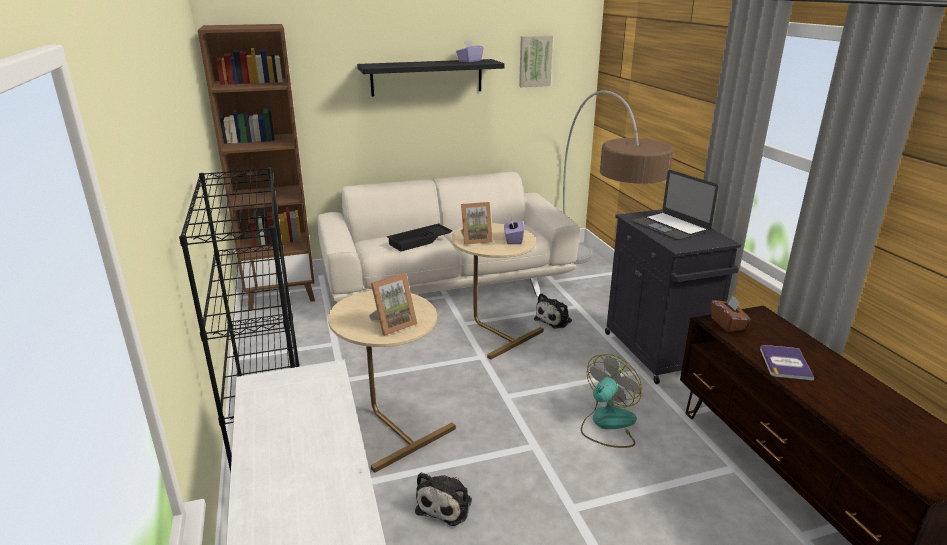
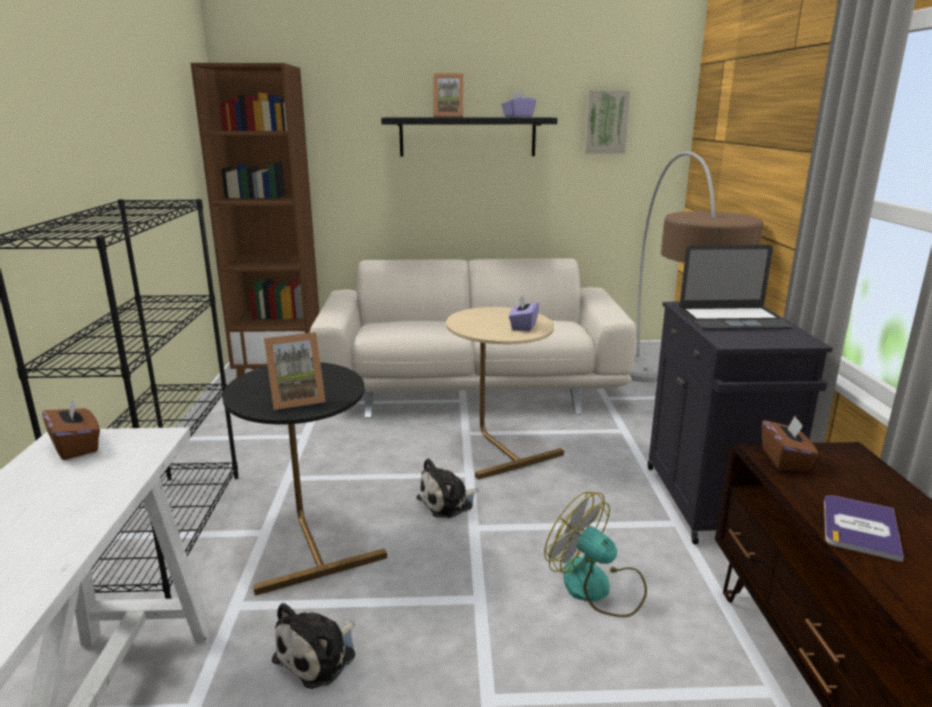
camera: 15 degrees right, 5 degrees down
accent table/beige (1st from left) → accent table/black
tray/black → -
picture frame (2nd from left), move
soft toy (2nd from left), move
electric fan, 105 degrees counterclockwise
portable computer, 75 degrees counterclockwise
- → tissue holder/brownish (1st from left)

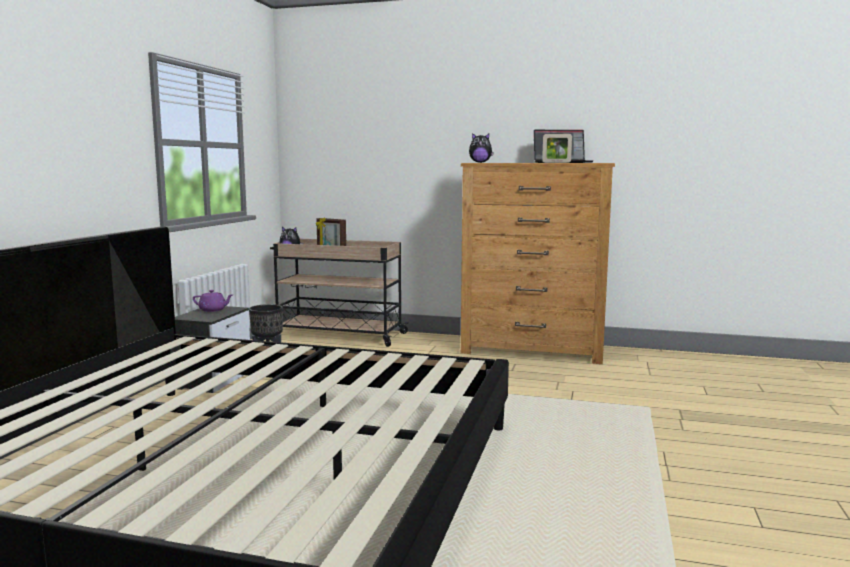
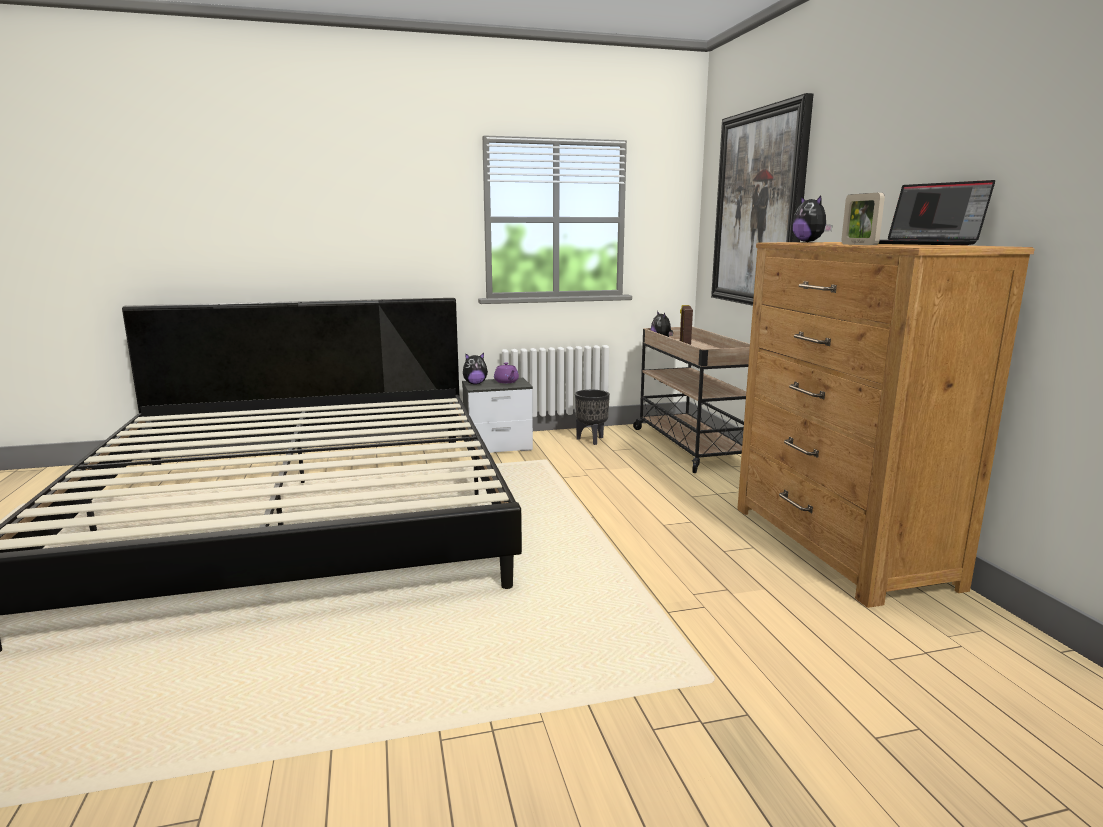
camera: 60 degrees right, 5 degrees up
- → soft toy (1st from left)
- → picture

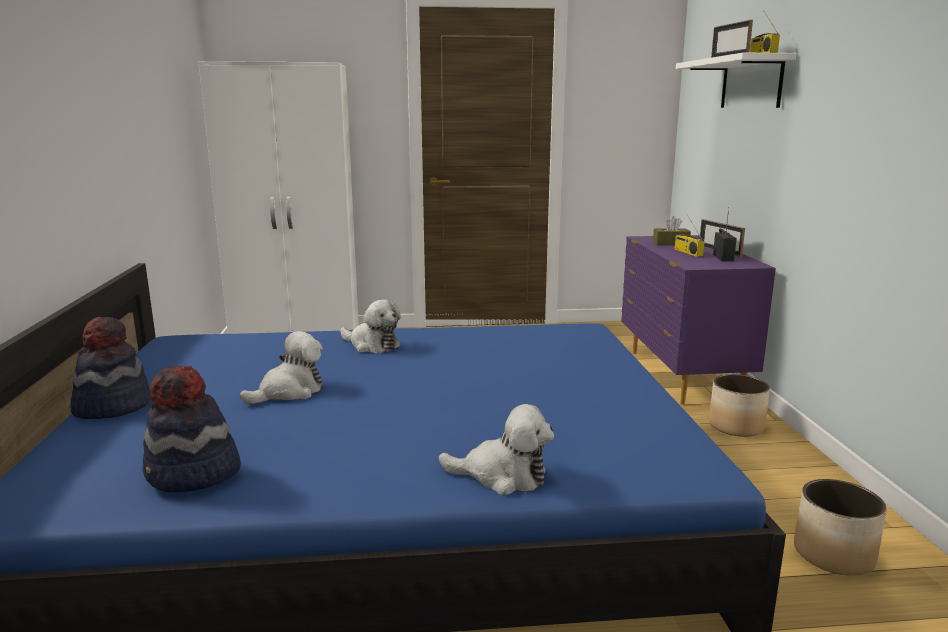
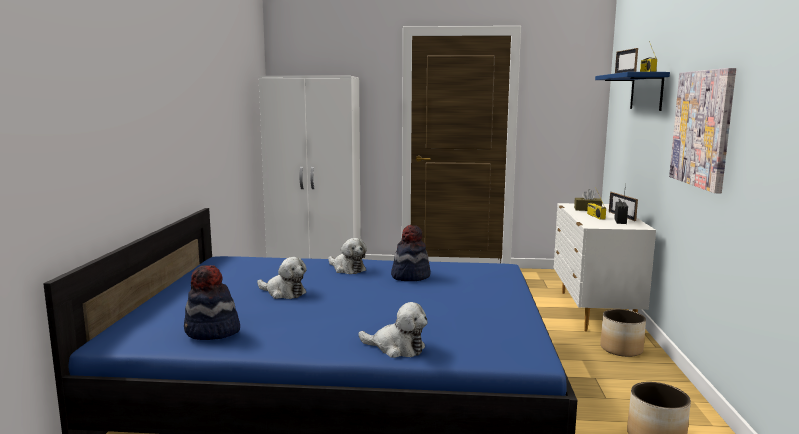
camera: 10 degrees right, 5 degrees down
wearable hat (1st from left in the first image) → wearable hat (2nd from left), move
soft toy (1st from left), 60 degrees clockwise
chest of drawers/purplish → chest of drawers/white
bracket shelf/white → bracket shelf/blue-coloured
- → picture

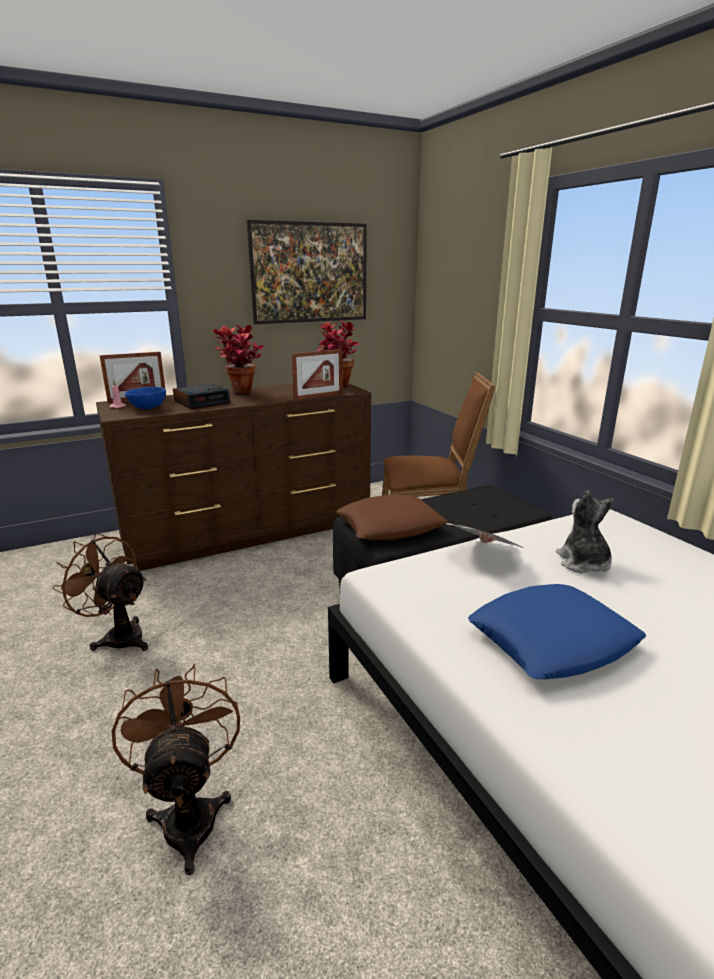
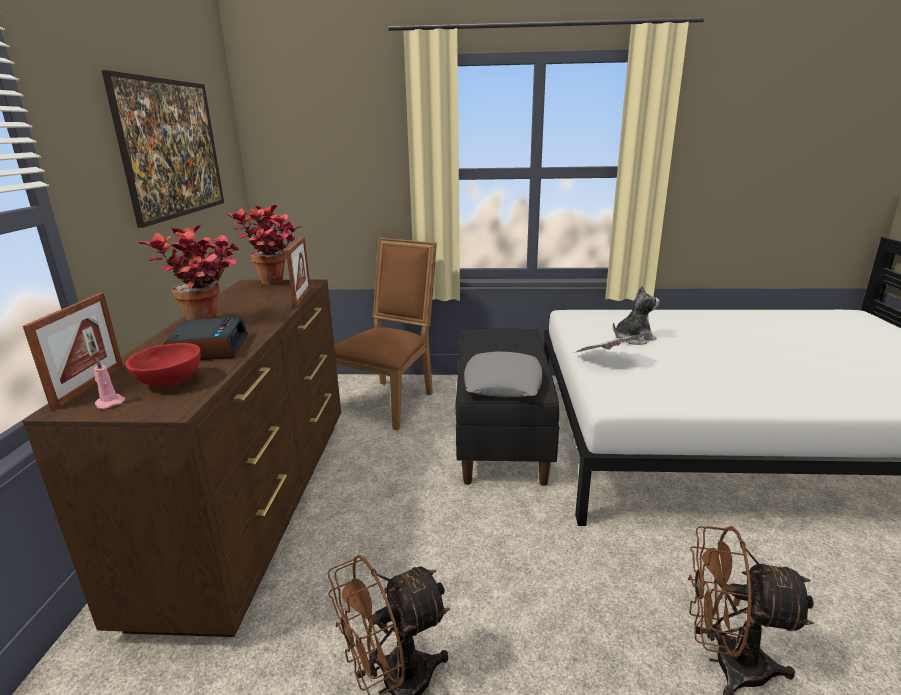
camera: 60 degrees left, 0 degrees up
serving bowl/blue-coloured → serving bowl/red
throw pillow/brownish → throw pillow/gray
throw pillow/blue-coloured → -
soft toy, 135 degrees clockwise

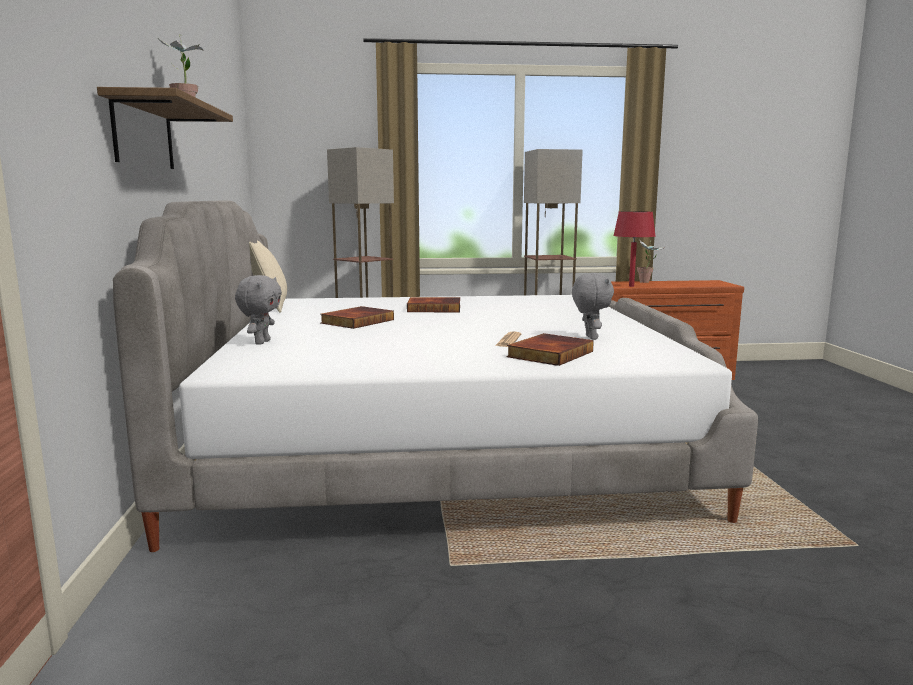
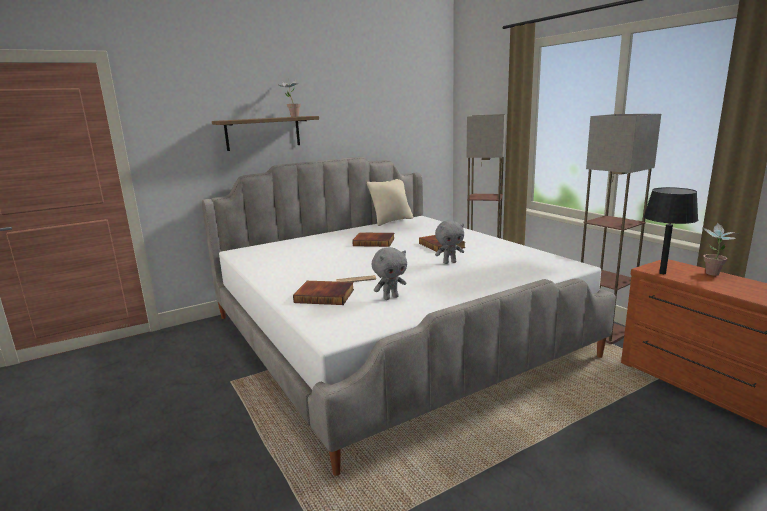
camera: 65 degrees right, 5 degrees up
soft toy/gray (1st from left in the first image) → soft toy/gray (2nd from left), move
tabletop lamp/red → tabletop lamp/black

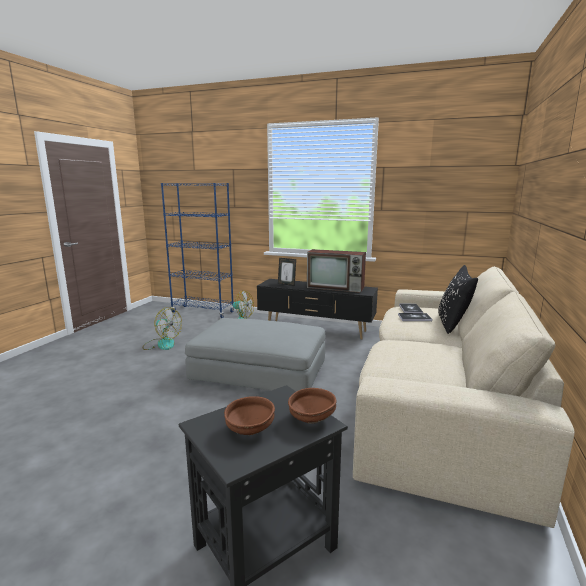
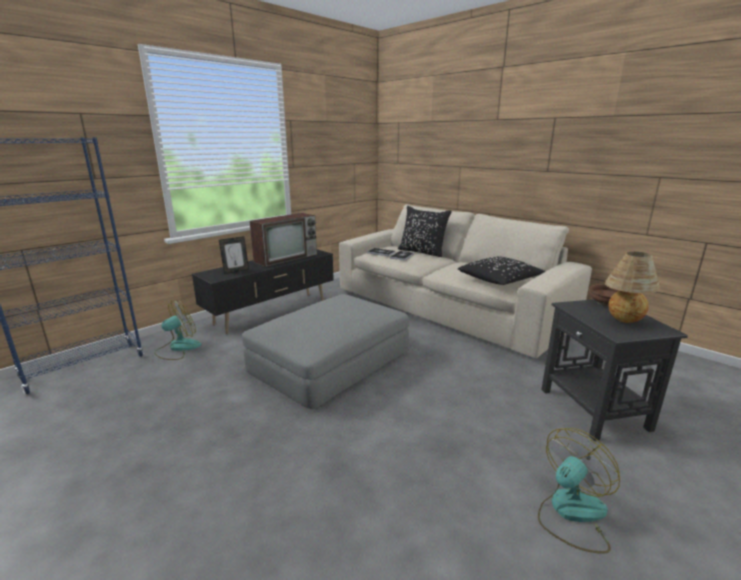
camera: 65 degrees left, 5 degrees up
electric fan (1st from left in the first image) → electric fan (2nd from left), move
serving bowl/brownish (1st from left) → tabletop lamp
- → throw pillow/black (2nd from left)

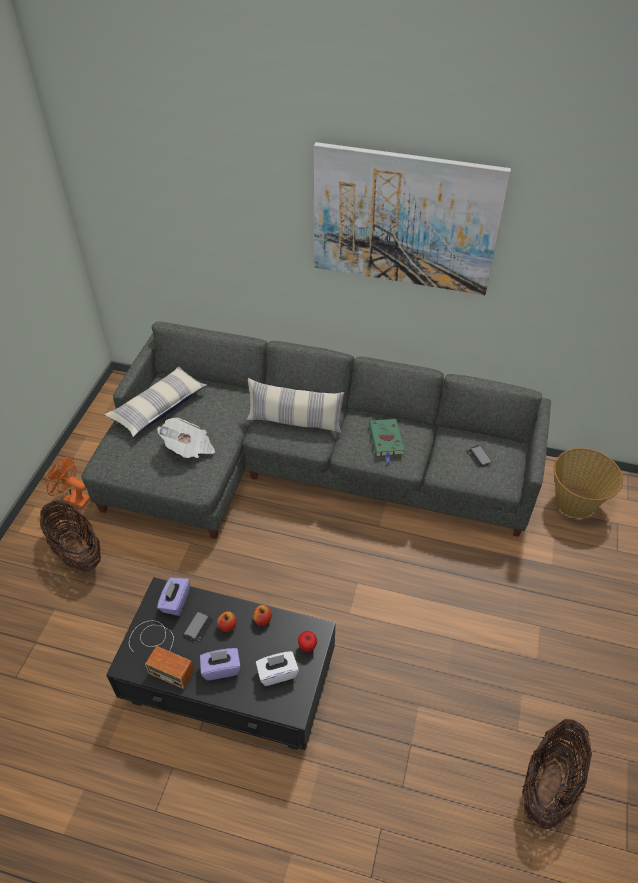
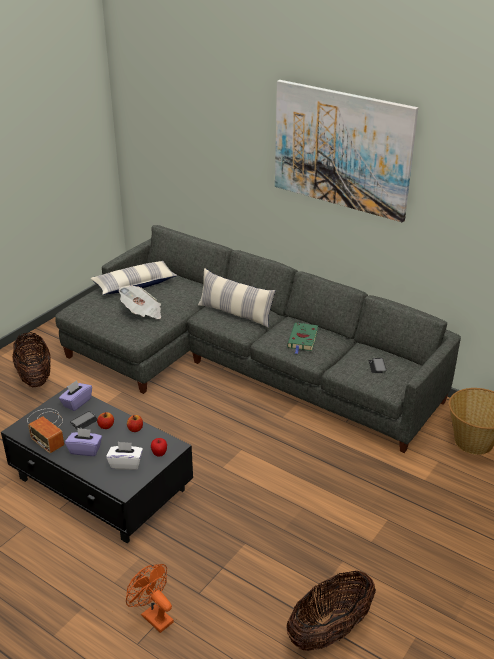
camera: 20 degrees right, 15 degrees down
electric fan/orangey, move

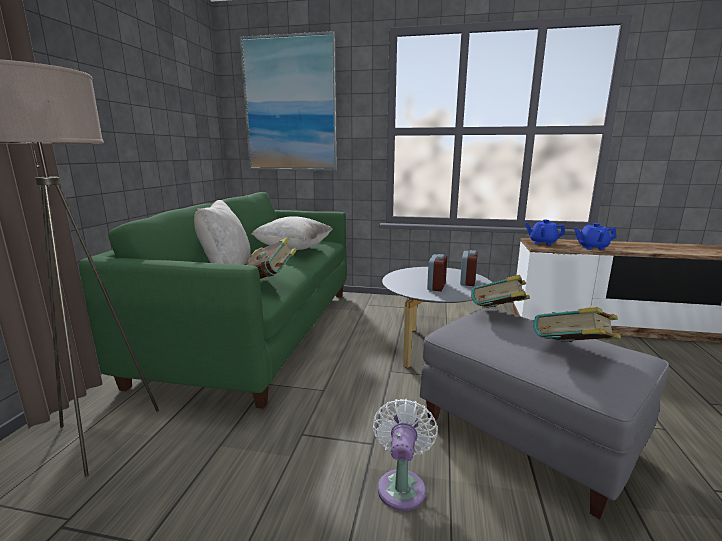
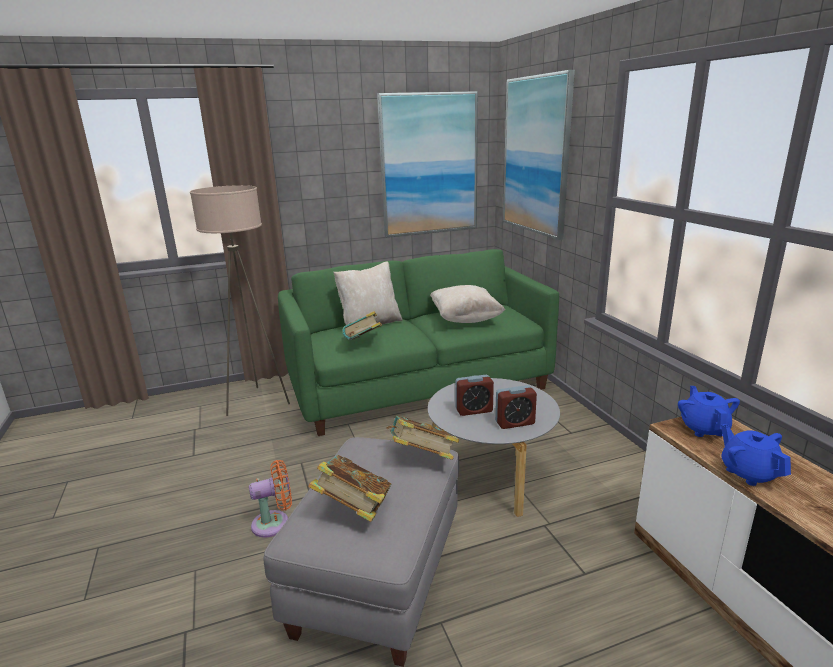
camera: 60 degrees right, 5 degrees up
electric fan/white → electric fan/orangey
- → picture (1st from left)

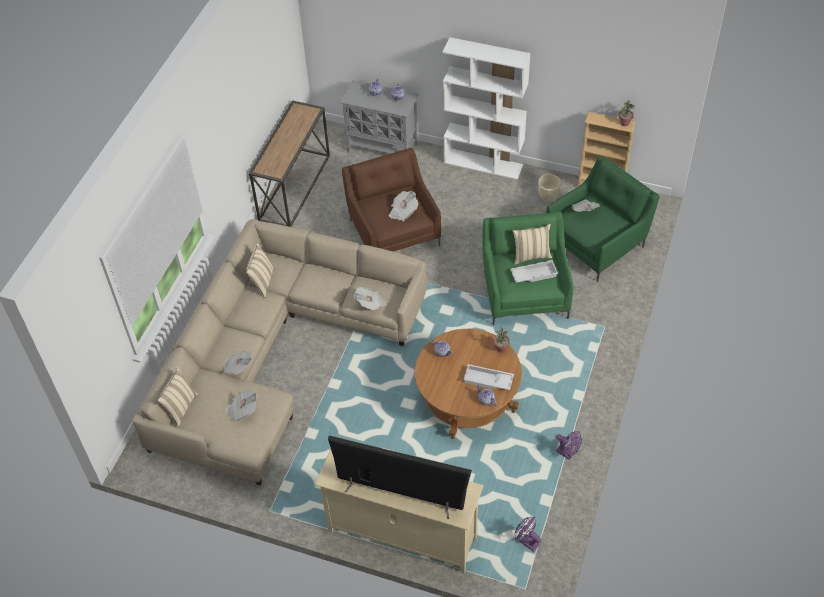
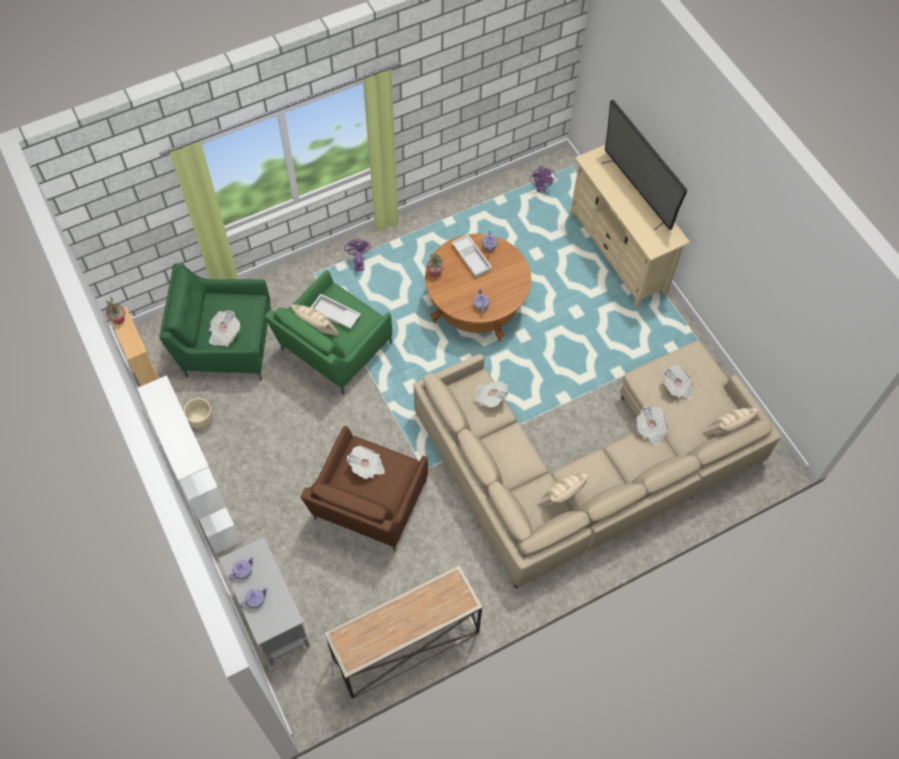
camera: 140 degrees left, 10 degrees up
electric fan/purplish (2nd from left in the first image) → electric fan/purplish (1st from left), move

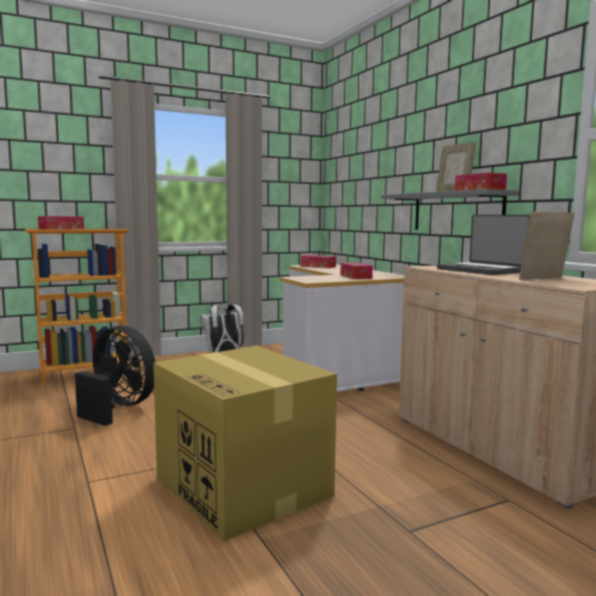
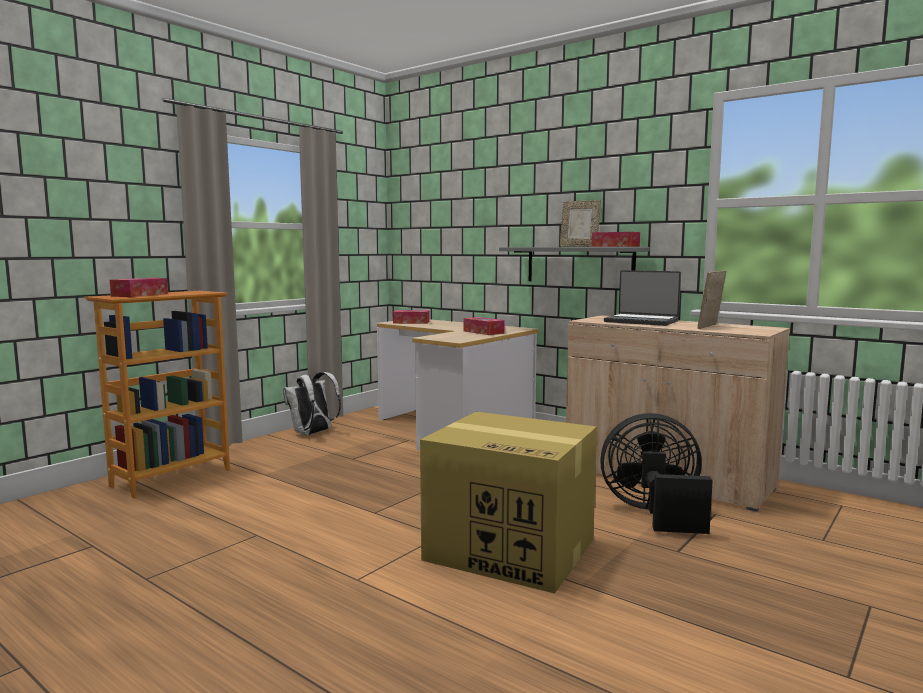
camera: 25 degrees left, 0 degrees up
electric fan/black, move

